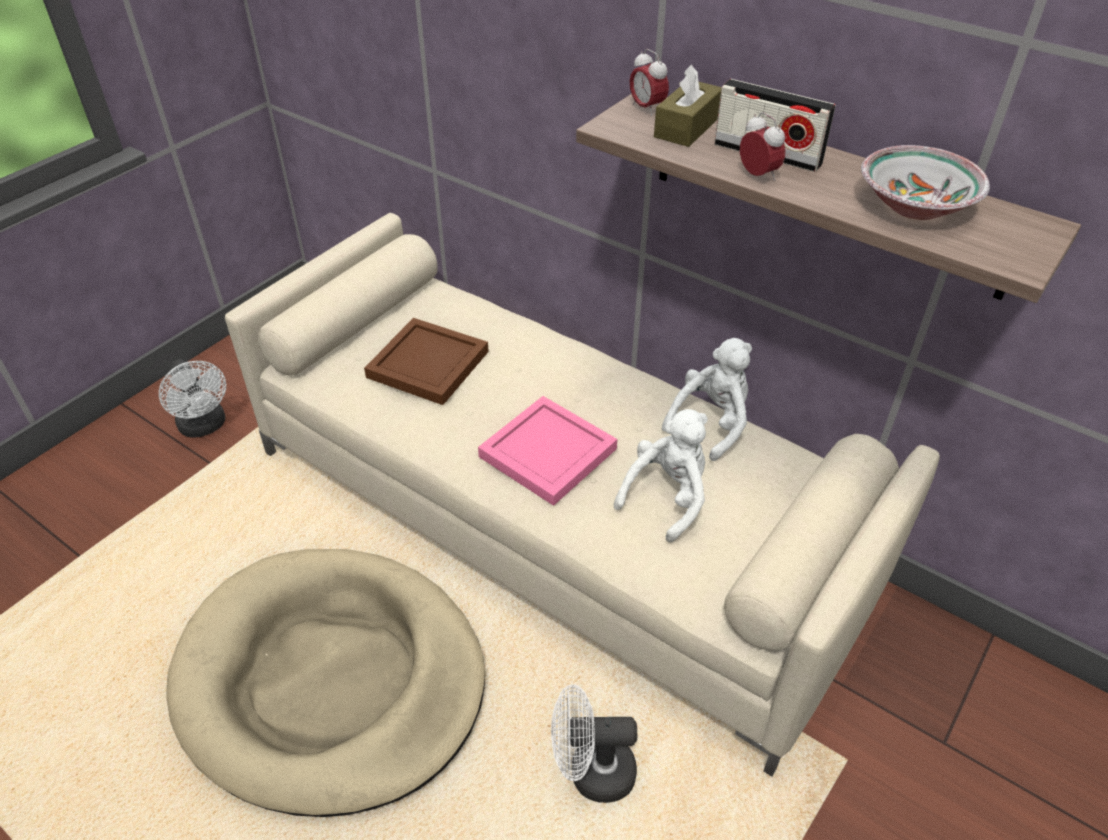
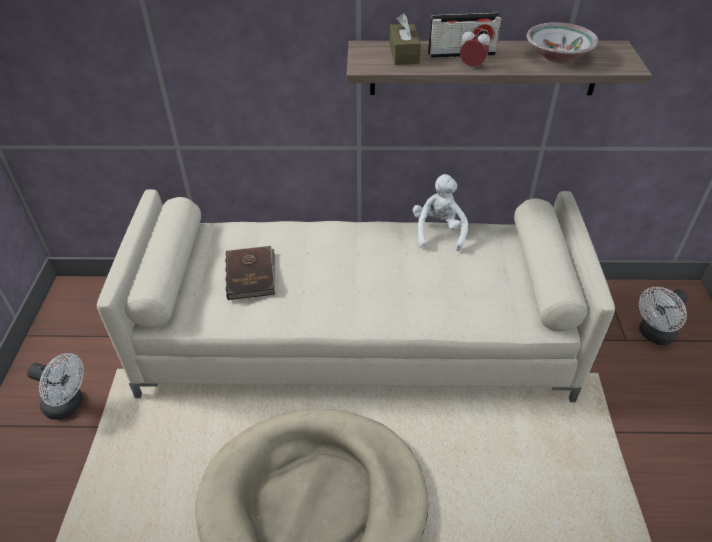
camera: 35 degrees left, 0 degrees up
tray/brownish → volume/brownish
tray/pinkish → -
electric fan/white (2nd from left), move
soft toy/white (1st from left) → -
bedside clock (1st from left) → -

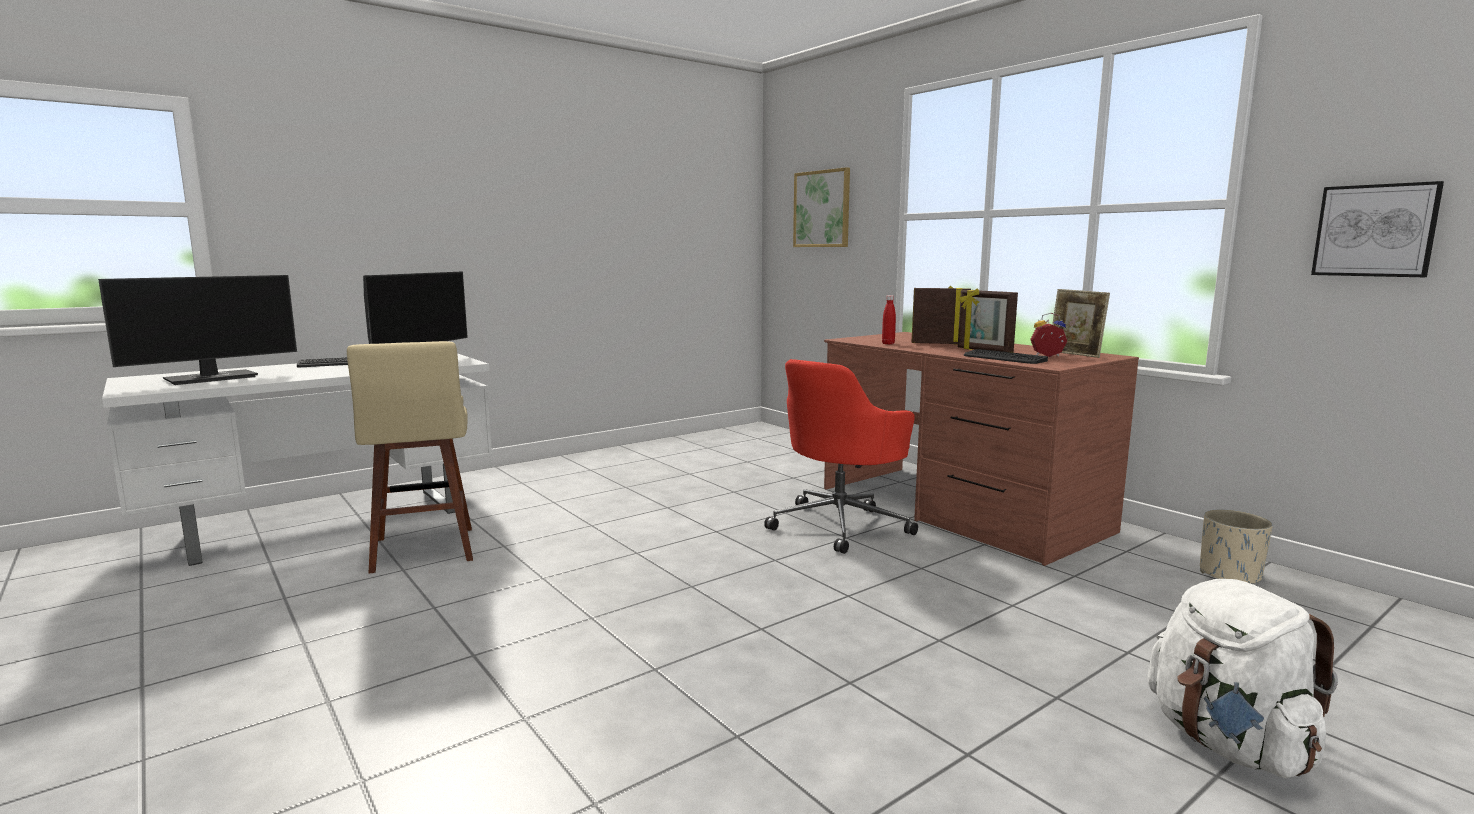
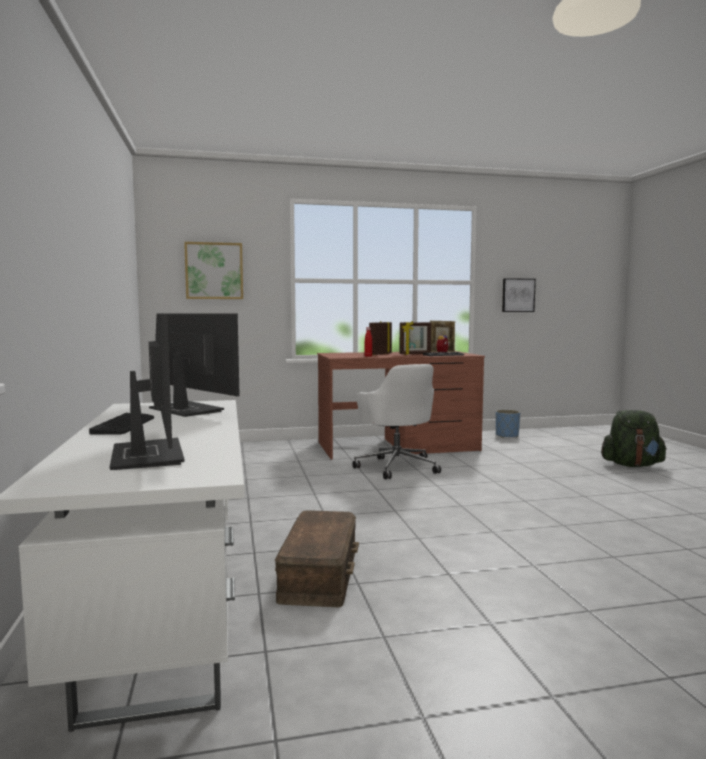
camera: 65 degrees left, 5 degrees down
stool/beige → storage container/brownish
desk chair/red → desk chair/white
knapsack/white → knapsack/greenish
plant pot/beige → plant pot/blue-coloured

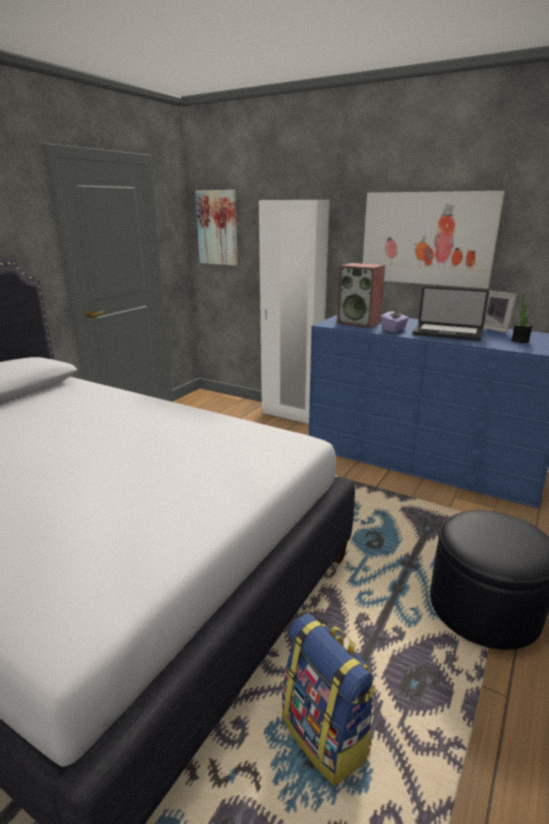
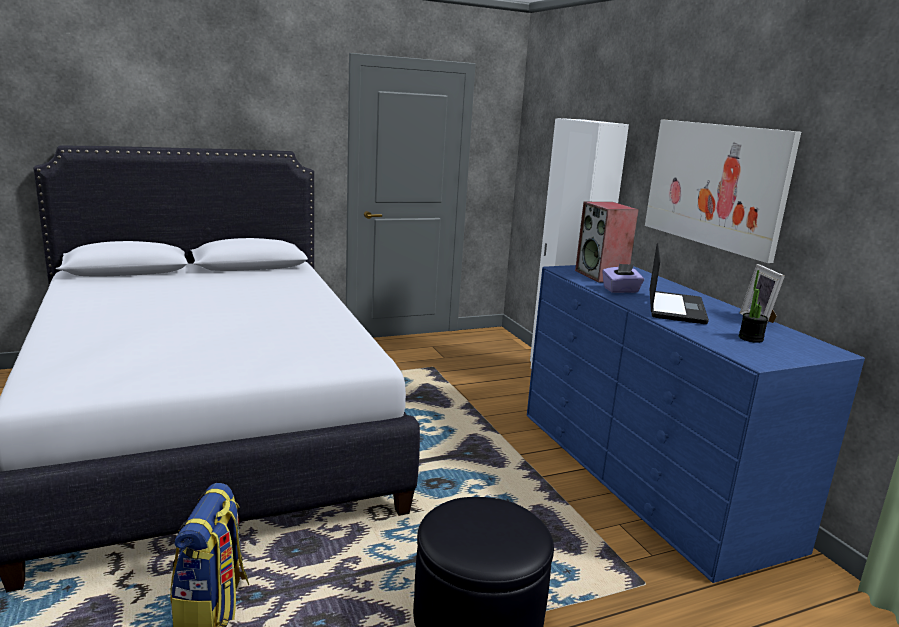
camera: 35 degrees right, 5 degrees down
picture (1st from left) → -
portable computer, 135 degrees counterclockwise

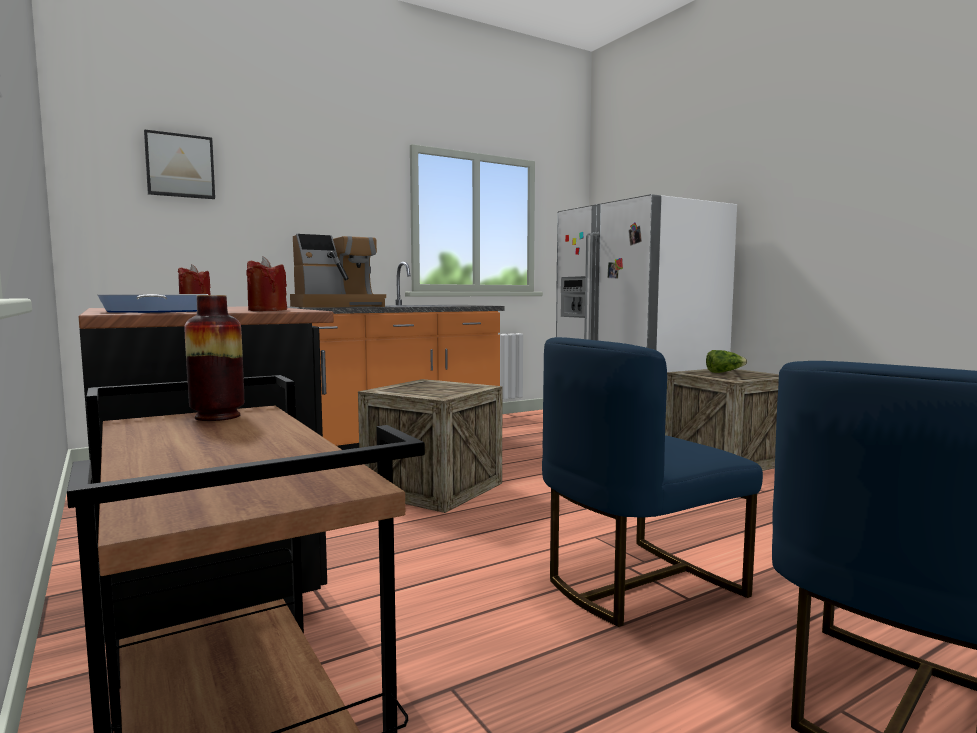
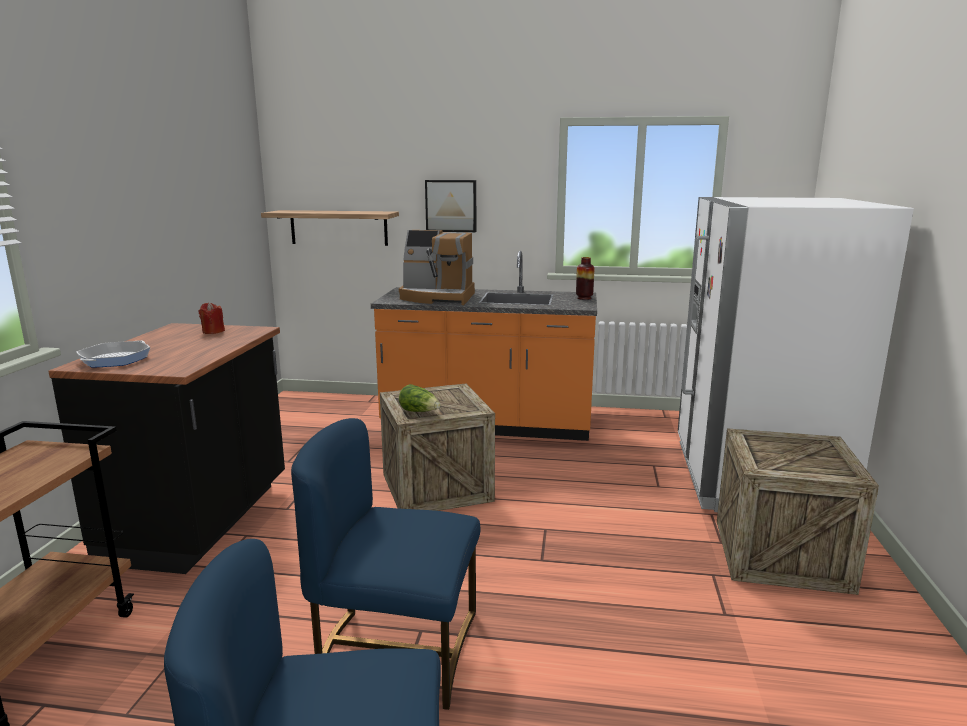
camera: 40 degrees right, 10 degrees up
picture, move
flower vase, move
wax candle/red (2nd from left) → -
lettuce head, move
- → bracket shelf

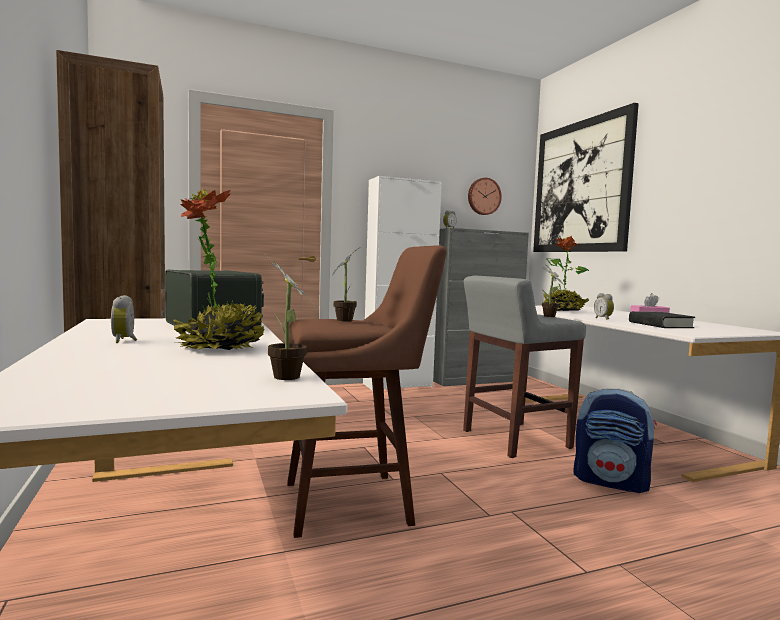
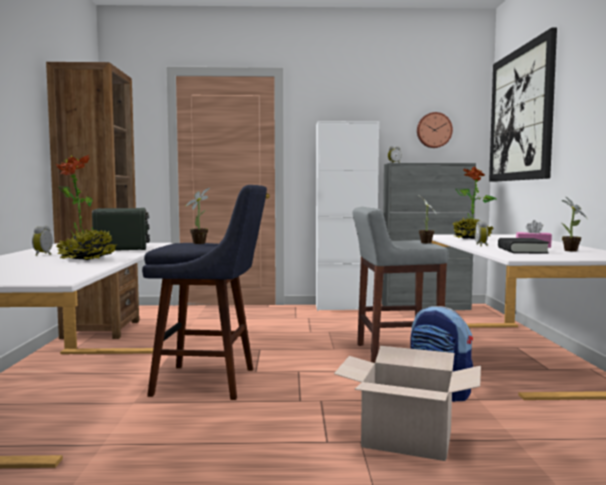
camera: 20 degrees right, 0 degrees up
houseplant (2nd from left in the first image) → houseplant (5th from left), move
stool/brownish → stool/blue-coloured
- → carton

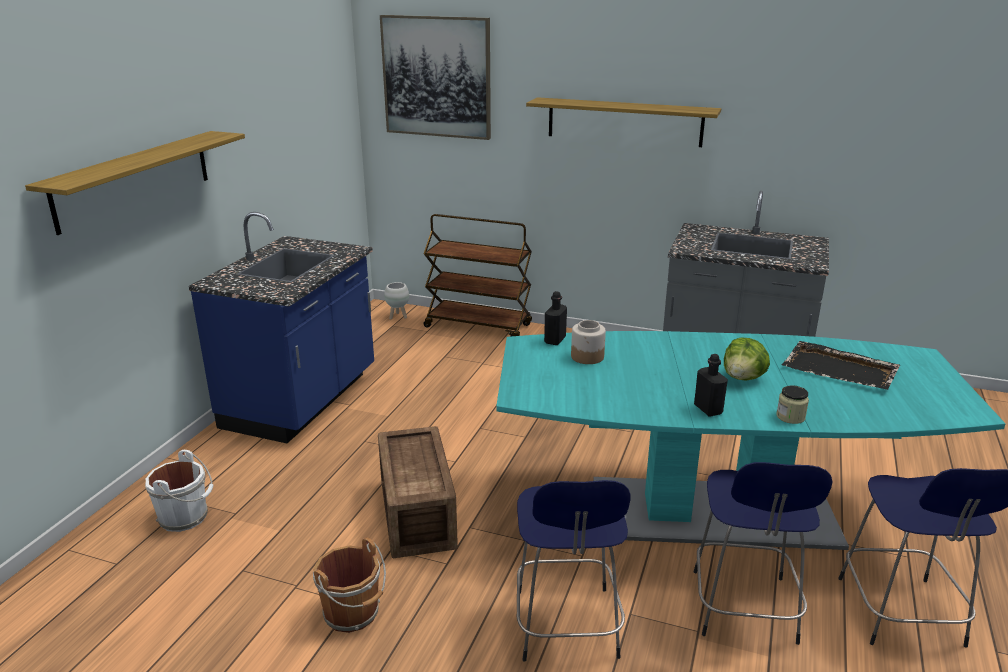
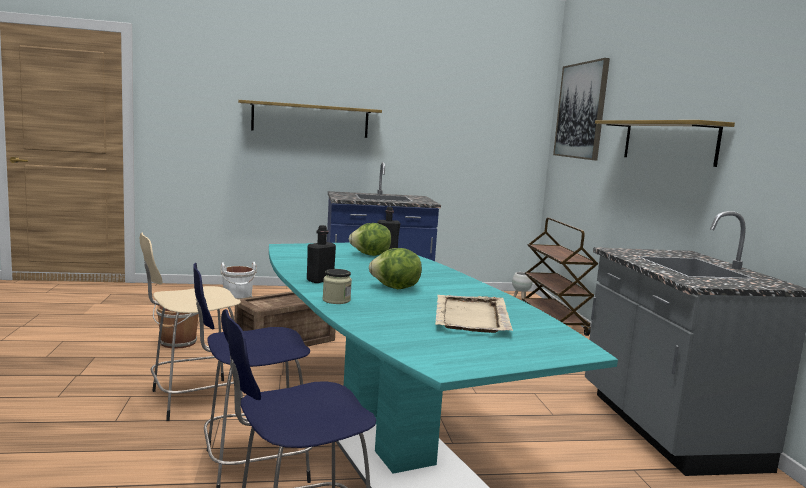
camera: 60 degrees right, 15 degrees down
stool/blue-coloured (1st from left) → stool/beige
preserve jar (1st from left) → lettuce head (1st from left)
tray/black → tray/beige

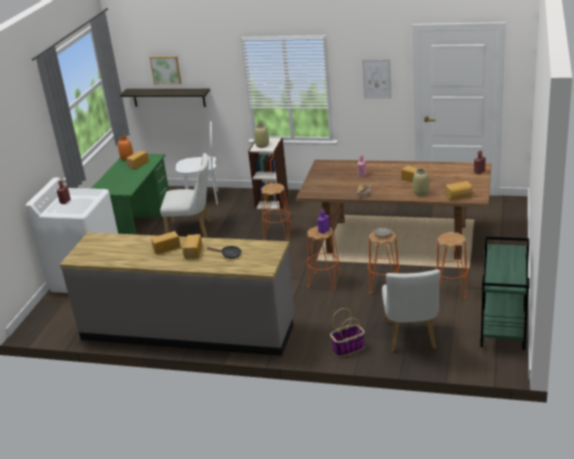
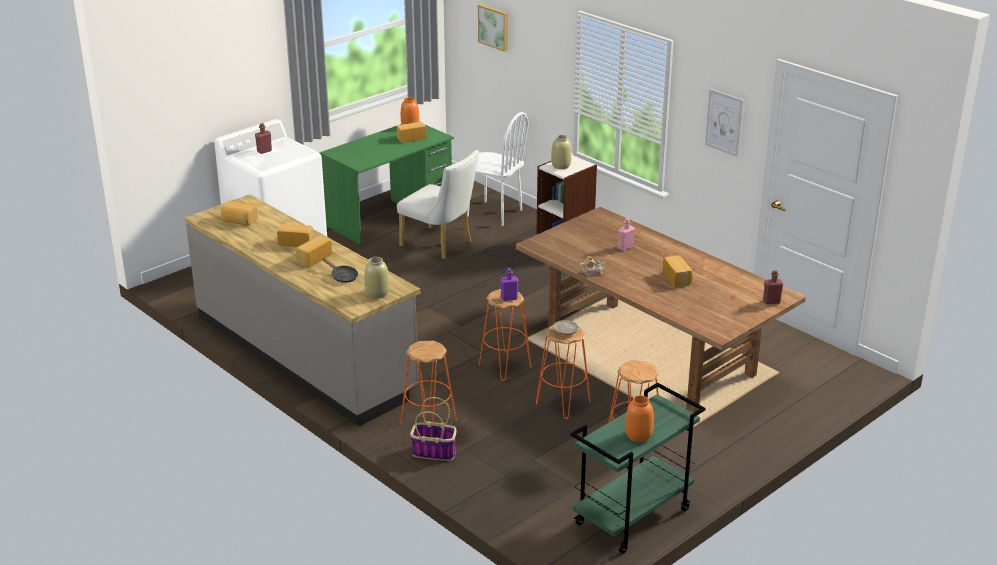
camera: 30 degrees right, 0 degrees up
bracket shelf → -
stool/orangey (1st from left), move
chair/white (3rd from left) → -
flower vase/beige (2nd from left in the first image) → flower vase/beige (1st from left), move
baked bread (5th from left in the first image) → baked bread (1st from left), move
- → flower vase/orangey (2nd from left)

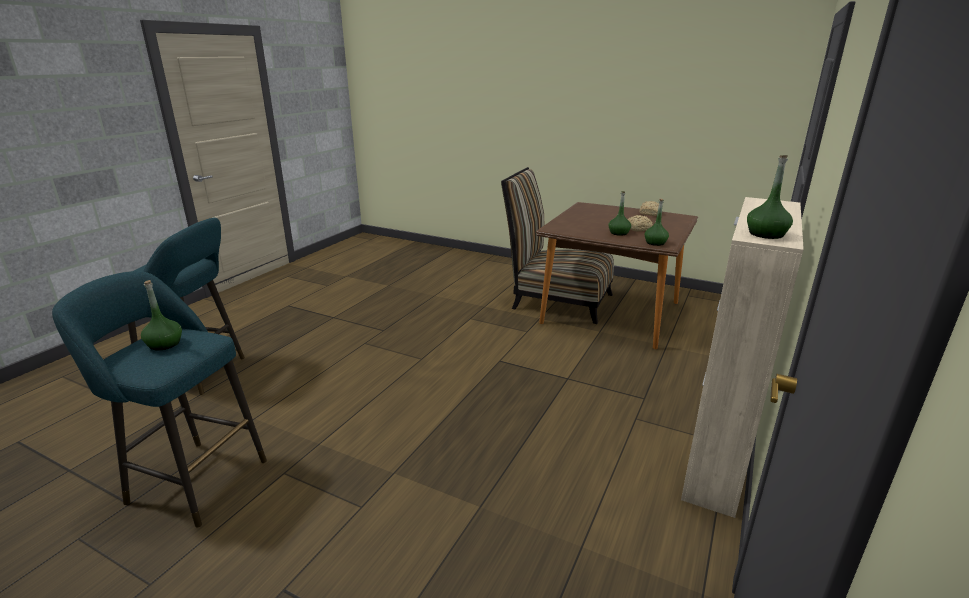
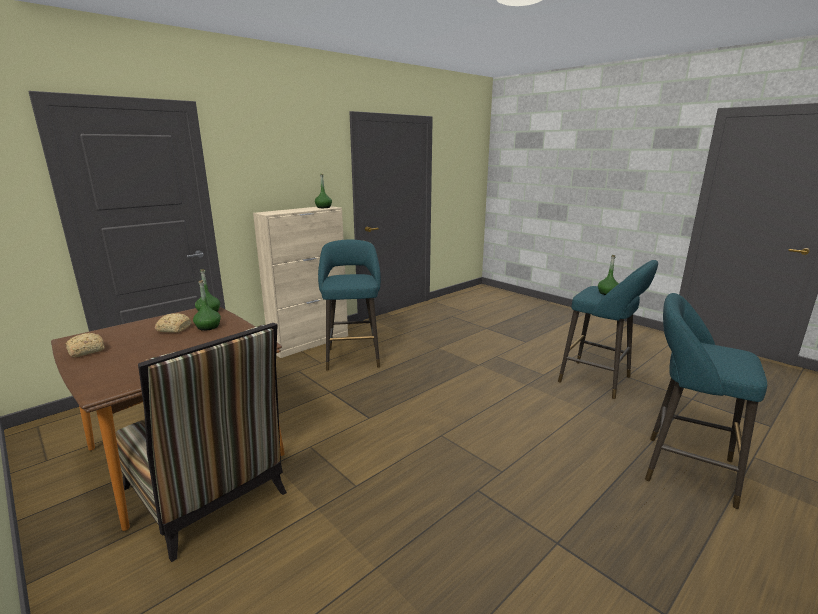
camera: 160 degrees left, 5 degrees down
- → stool/turquoise-coloured (1st from left)

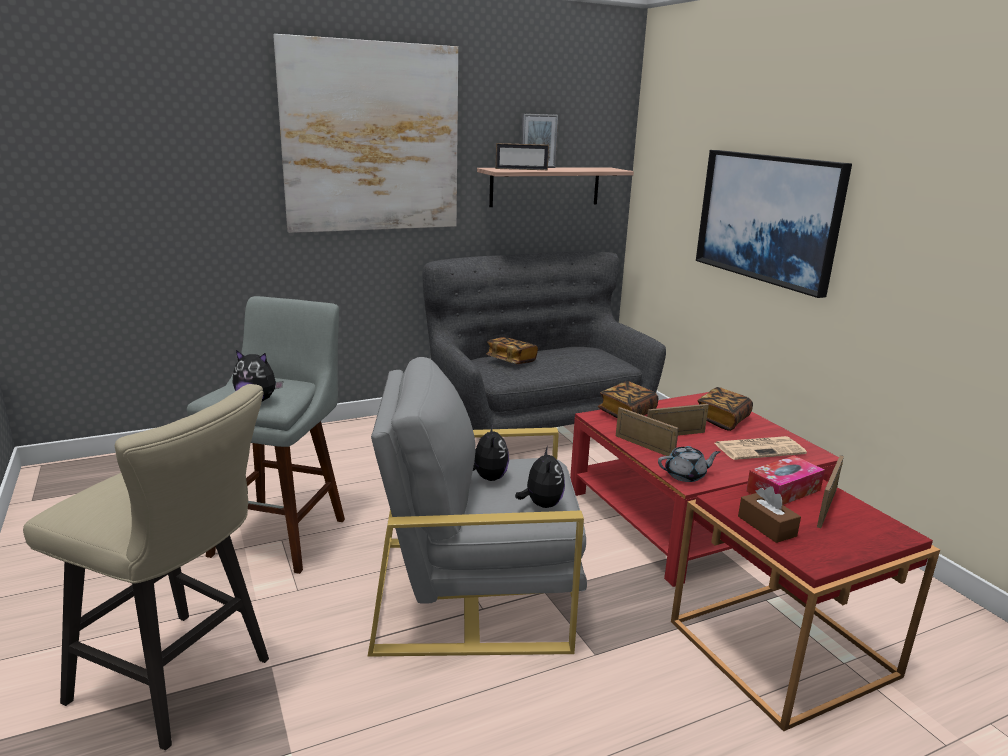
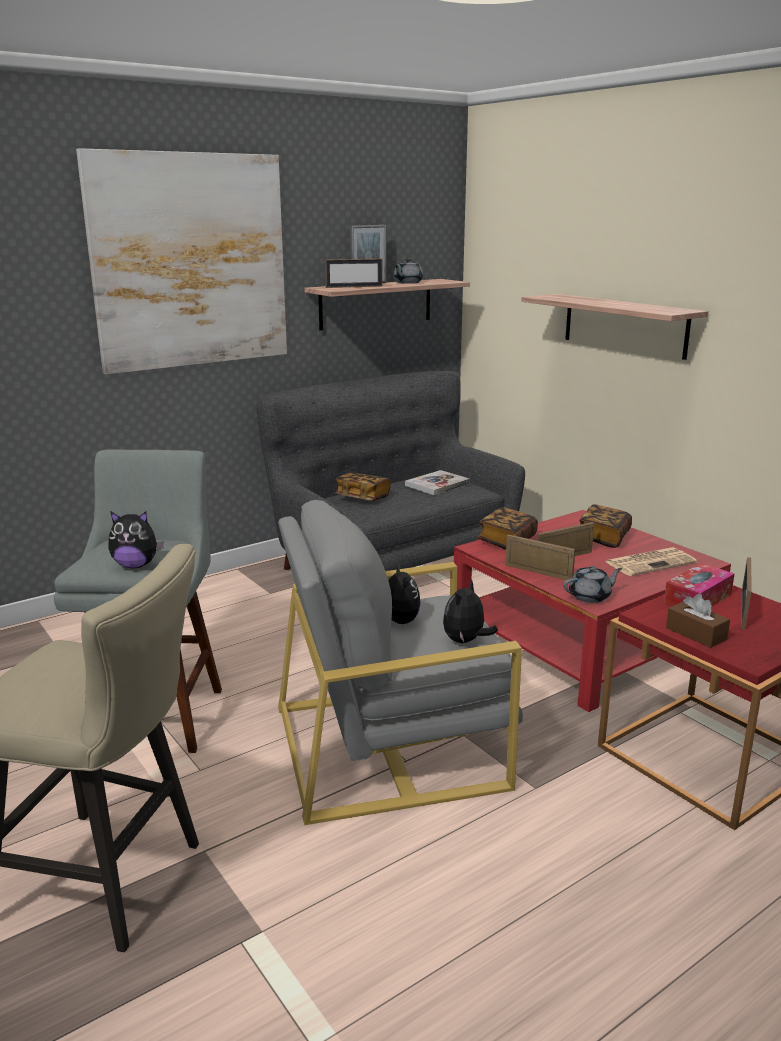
camera: 10 degrees left, 0 degrees up
soft toy (3rd from left), 135 degrees counterclockwise
picture (2nd from left) → bracket shelf (2nd from left)
- → tea pot/gray (1st from left)
- → volume (2nd from left)

